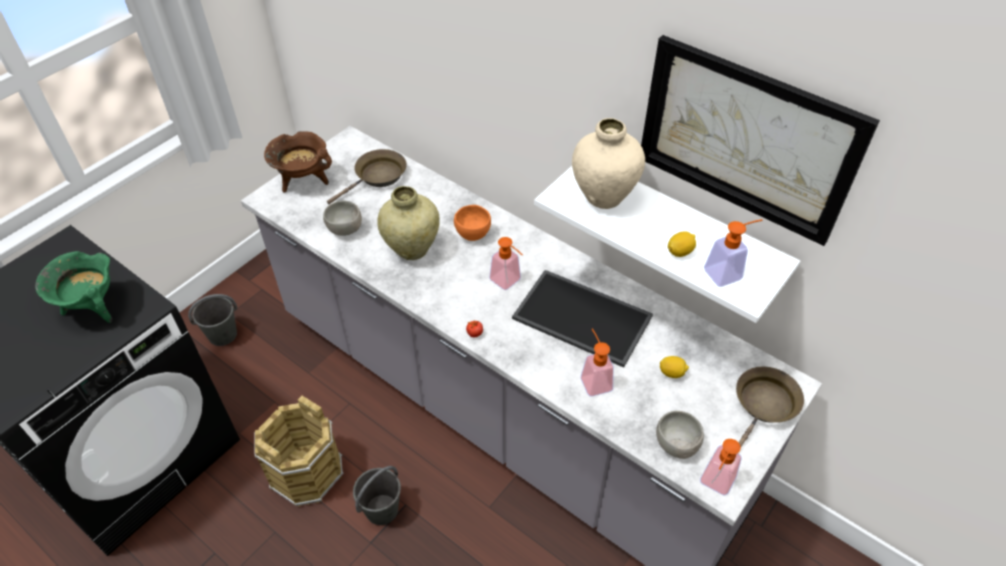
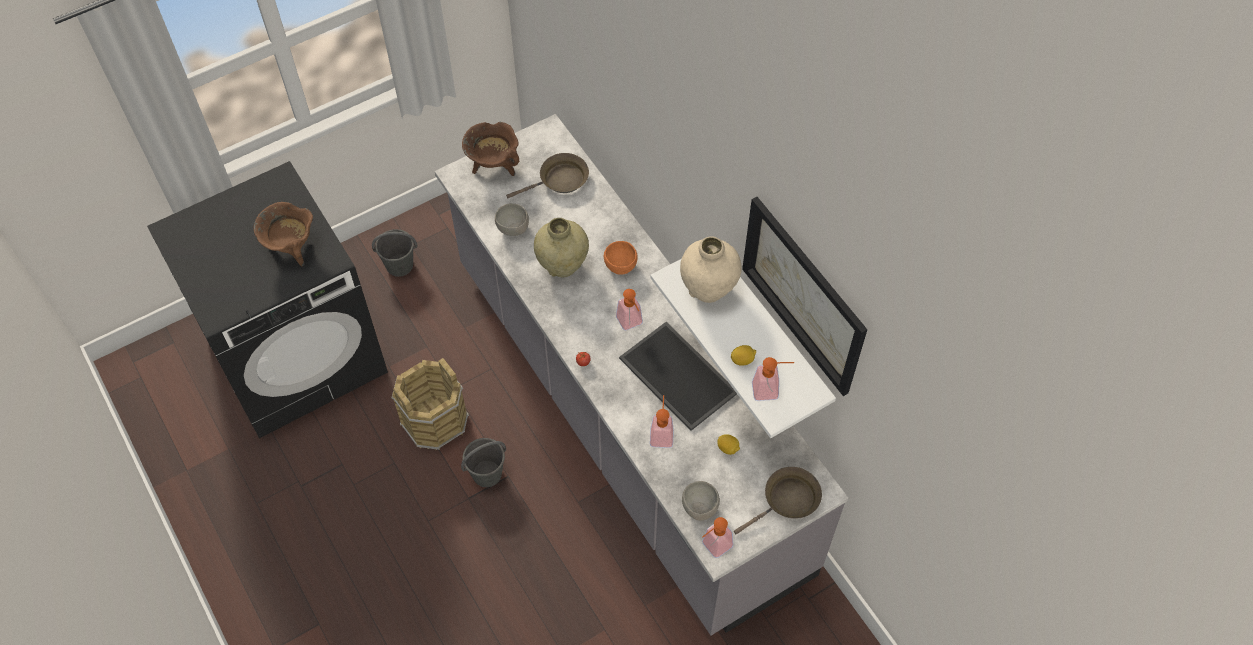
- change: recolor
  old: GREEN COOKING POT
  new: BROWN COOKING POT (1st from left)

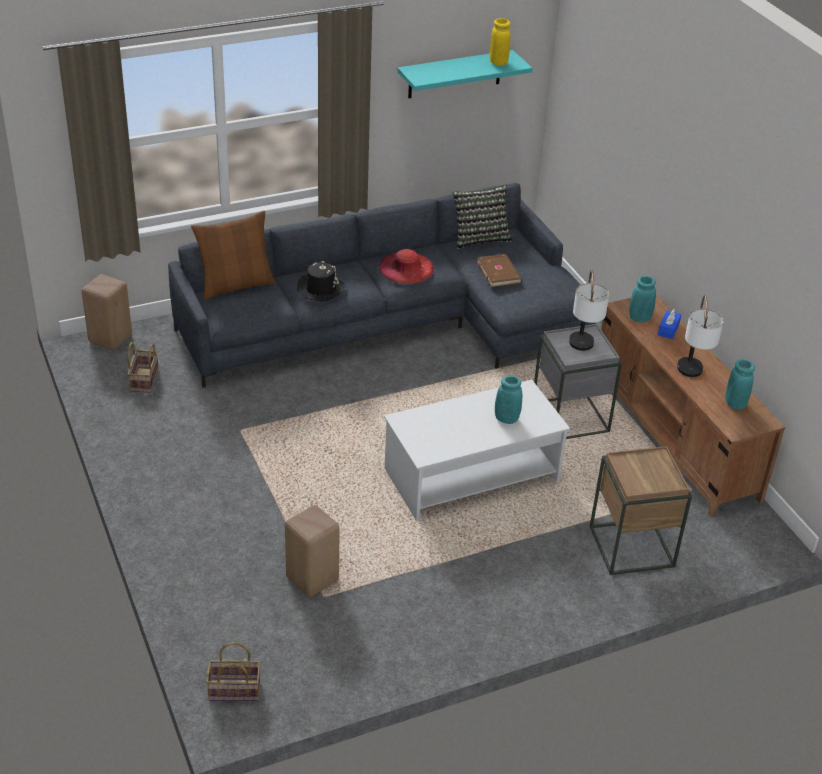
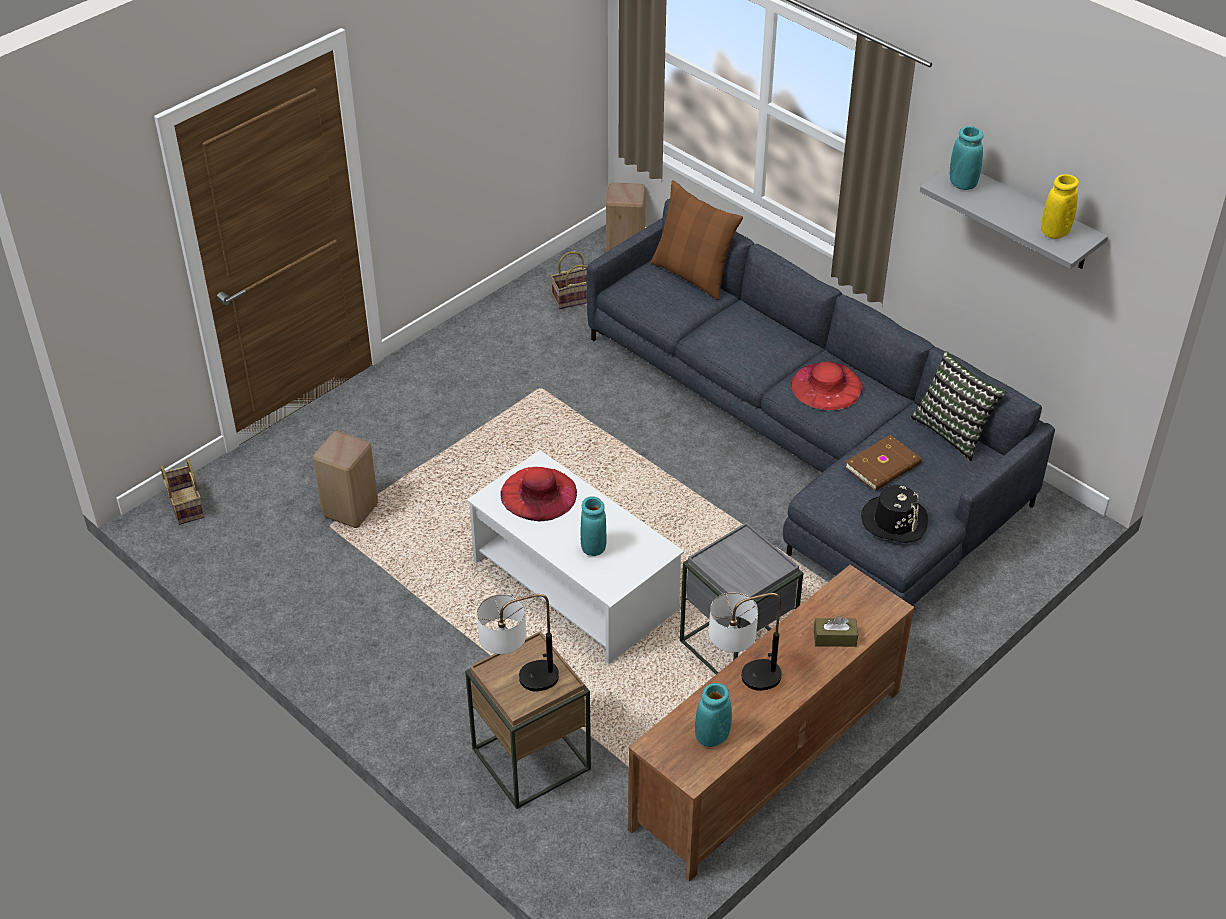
- change: recolor
  old: TURQUOISE SHELF
  new: GREY SHELF
- change: move
  old: BLACK HAT
- change: move
  old: TABLE LAMP (1st from left)
- change: move
  old: TURQUOISE VASE (2nd from left in the first image)
  new: TURQUOISE VASE (3rd from left)
- change: recolor
  old: BLUE TISSUE BOX
  new: BROWN TISSUE BOX
- change: insert
  new: RED HAT (1st from left)

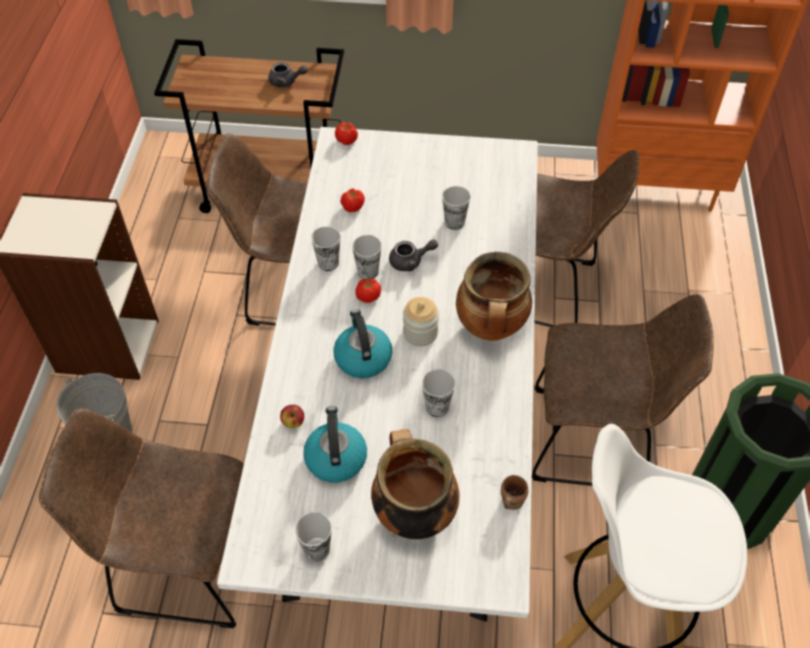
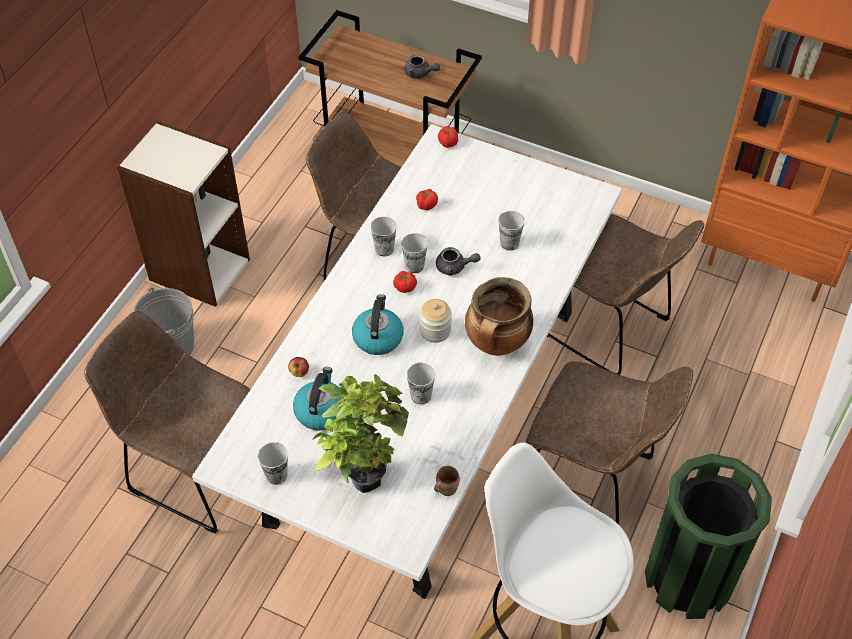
- change: replace
  old: COOKING POT (1st from left)
  new: POTTED PLANT

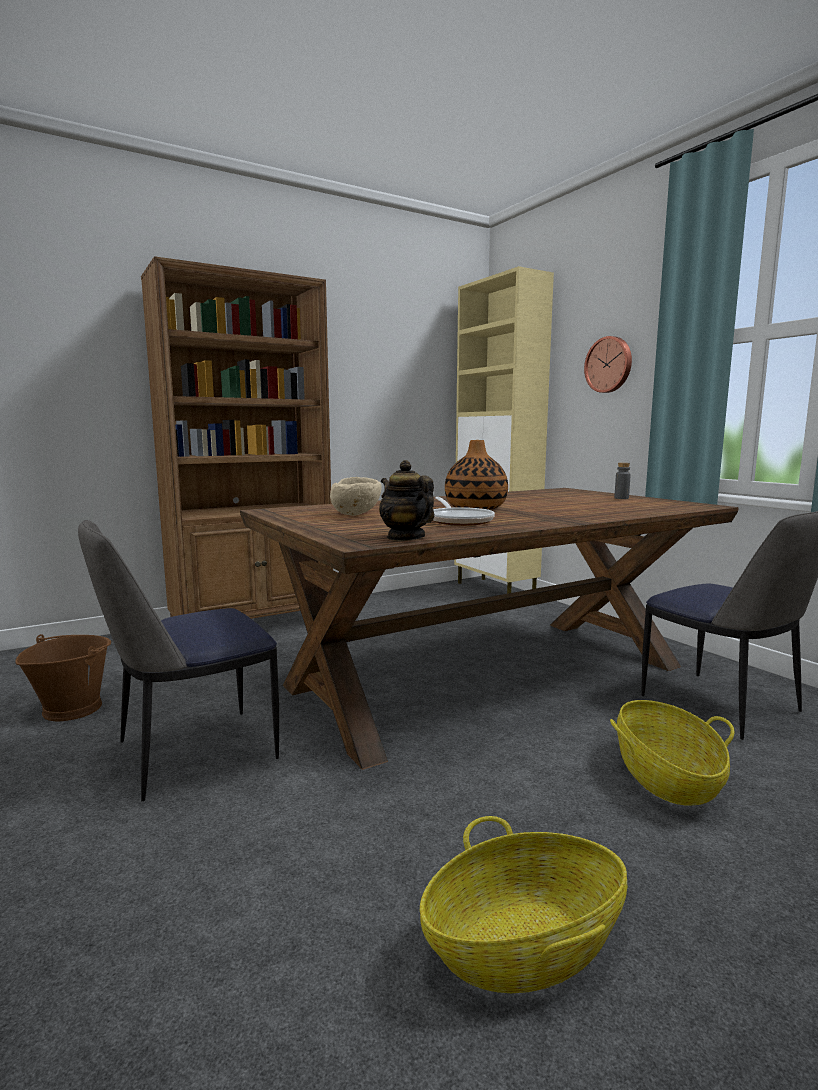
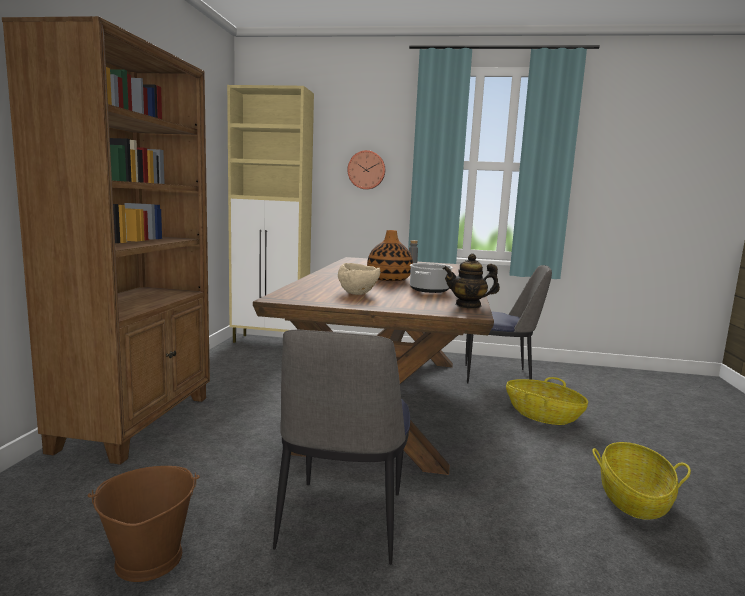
- change: replace
  old: FRYING PAN
  new: COOKING POT

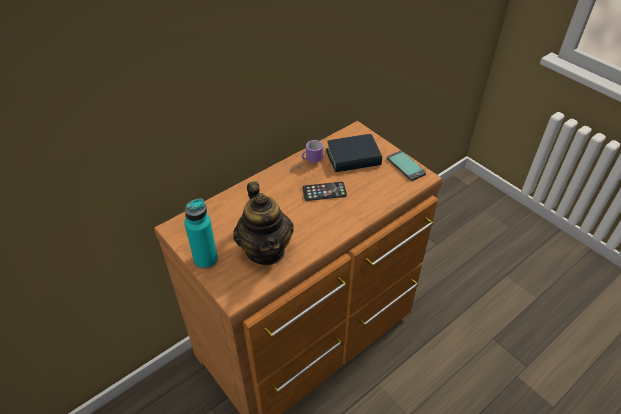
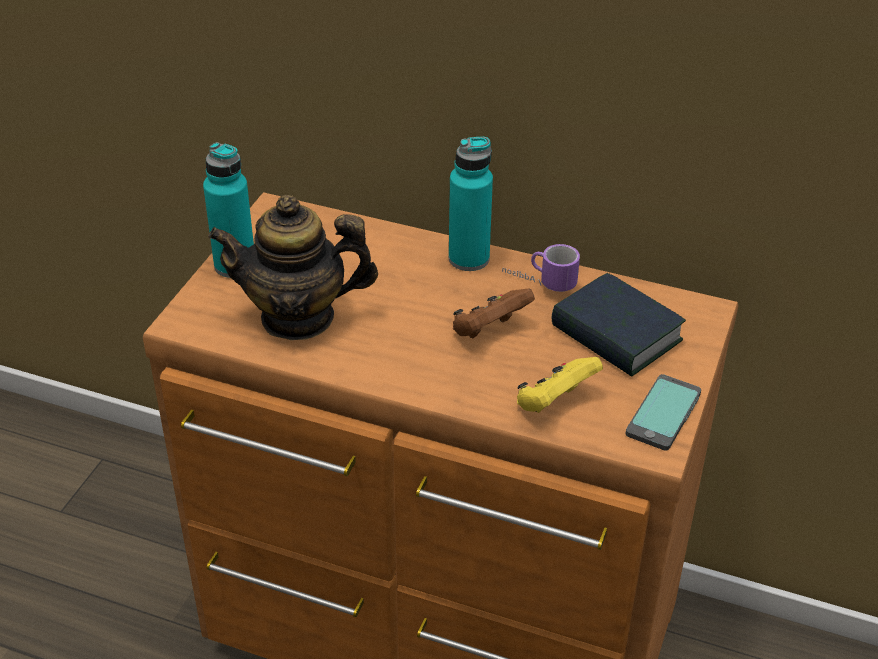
- change: rotate
  old: TEAPOT
  degrees: 45
- change: replace
  old: PHONE (1st from left)
  new: BROWN GAME CONTROLLER
- change: insert
  new: TURQUOISE BOTTLE (2nd from left)
- change: insert
  new: YELLOW GAME CONTROLLER

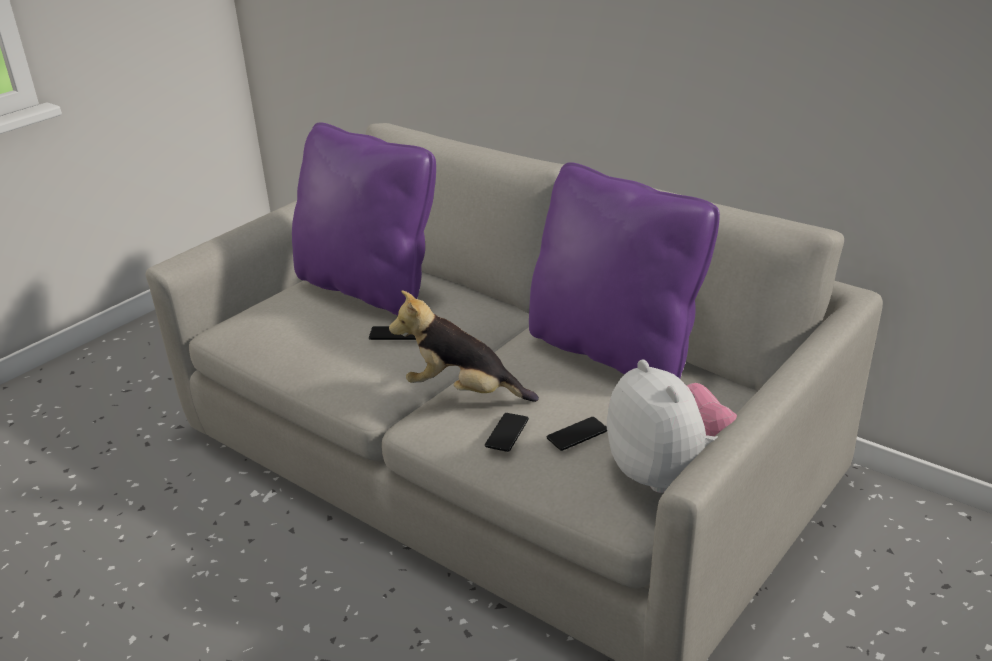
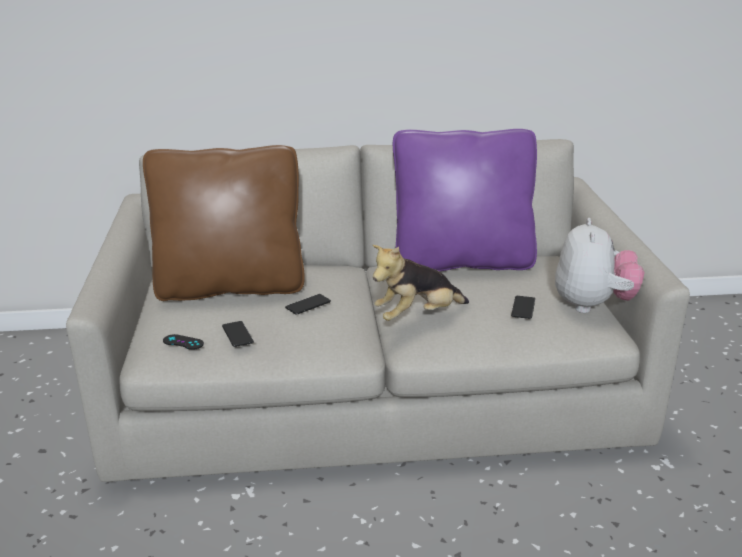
- change: recolor
  old: PURPLE PILLOW (1st from left)
  new: BROWN PILLOW
- change: rotate
  old: PLUSH TOY (2nd from left)
  degrees: 75
- change: move
  old: PHONE (2nd from left in the first image)
  new: PHONE (1st from left)
- change: insert
  new: BLACK GAME CONTROLLER

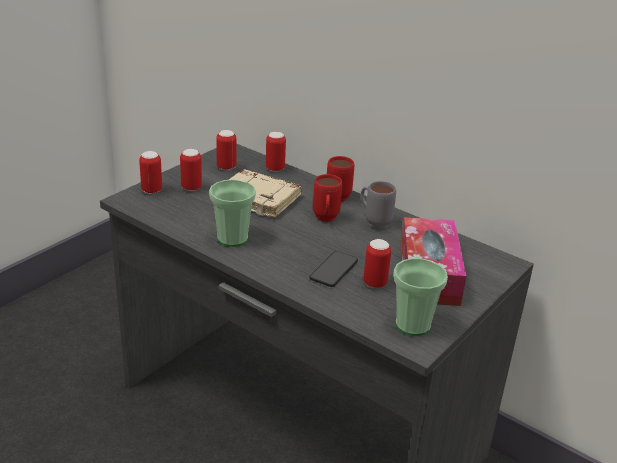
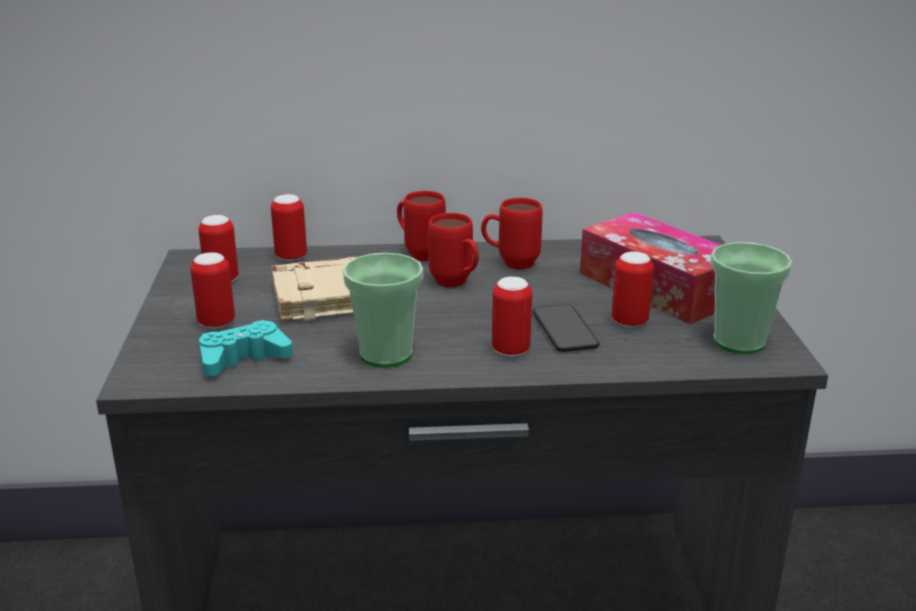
- change: move
  old: CAN (1st from left in the first image)
  new: CAN (4th from left)
- change: recolor
  old: GREY MUG
  new: RED MUG (3rd from left)
- change: insert
  new: TURQUOISE GAME CONTROLLER

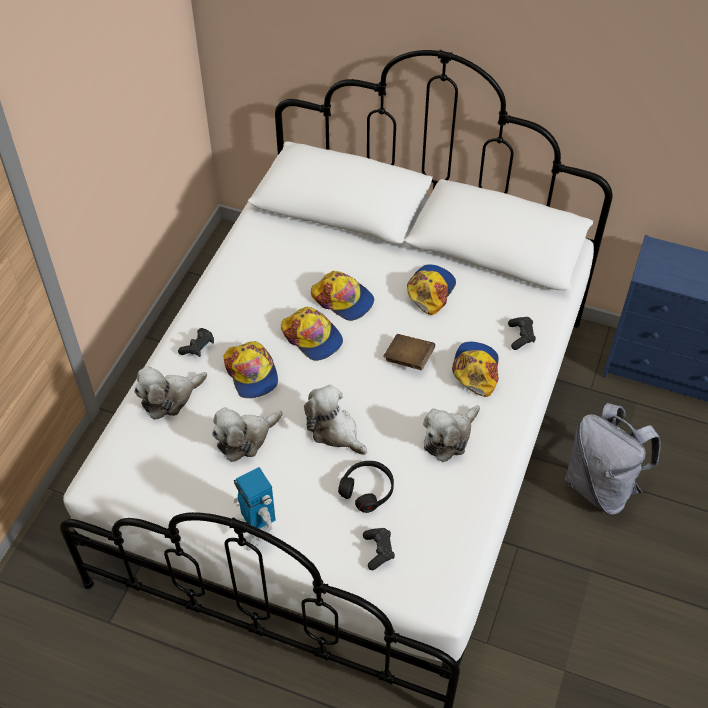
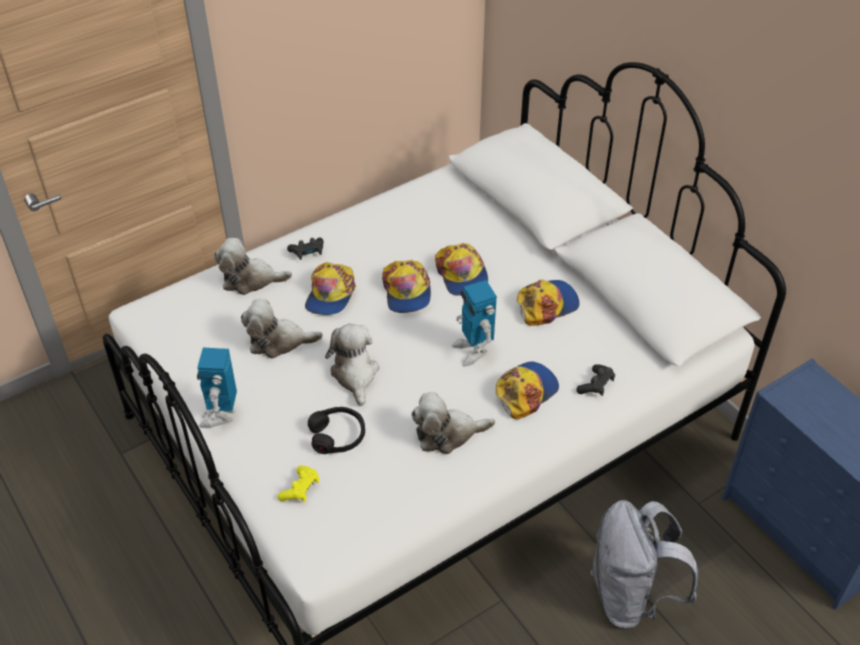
- change: replace
  old: BROWN BOOK
  new: TOY ROBOT (2nd from left)
- change: recolor
  old: BLACK GAME CONTROLLER (2nd from left)
  new: YELLOW GAME CONTROLLER

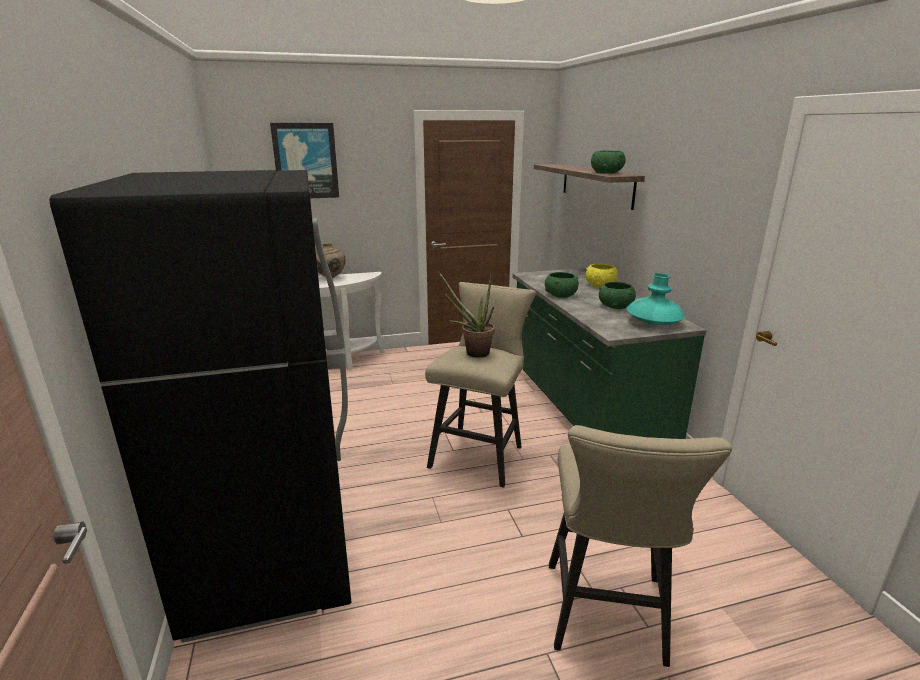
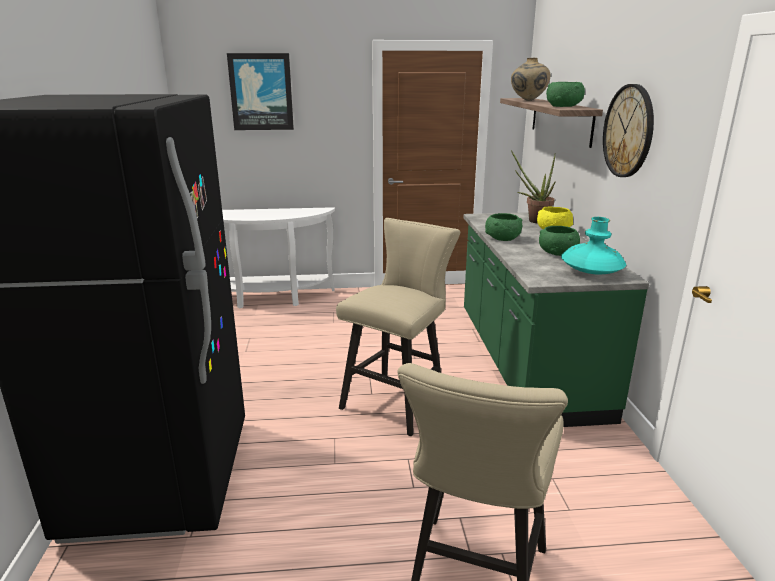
- change: move
  old: BEIGE VASE
- change: move
  old: POTTED PLANT
- change: insert
  new: WALL CLOCK

